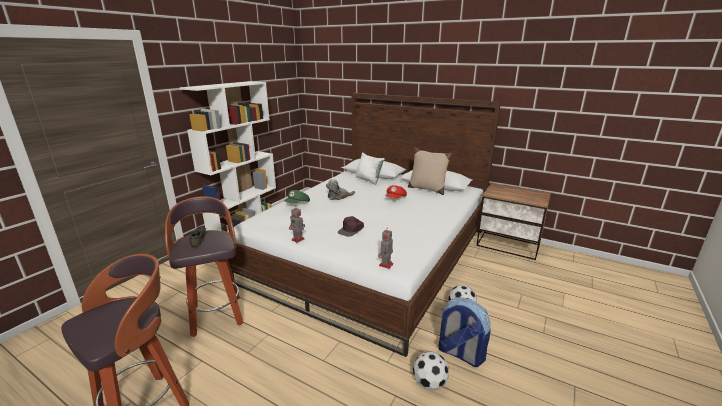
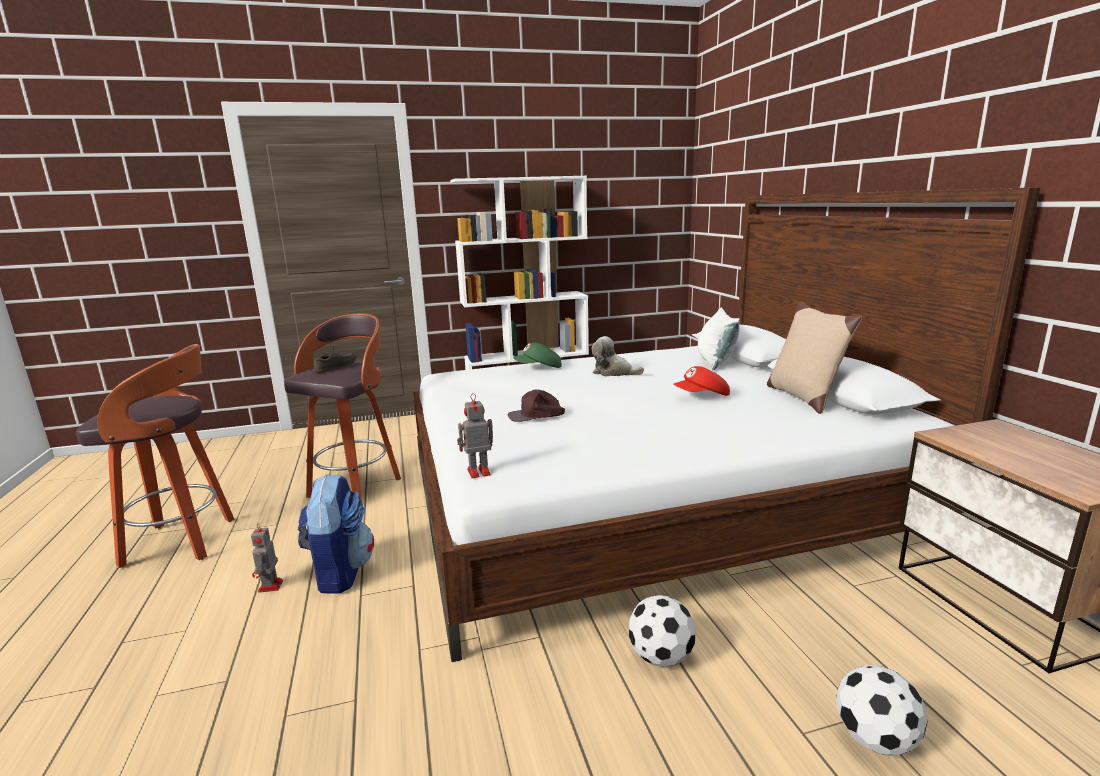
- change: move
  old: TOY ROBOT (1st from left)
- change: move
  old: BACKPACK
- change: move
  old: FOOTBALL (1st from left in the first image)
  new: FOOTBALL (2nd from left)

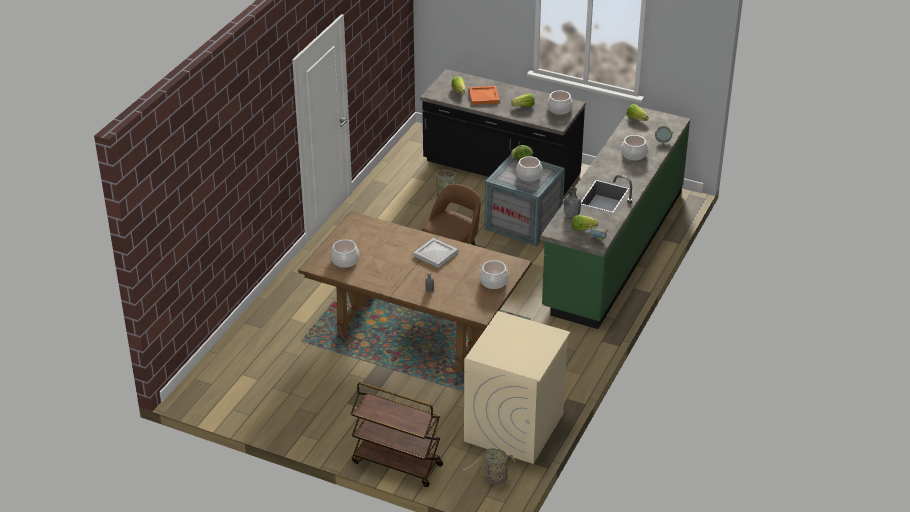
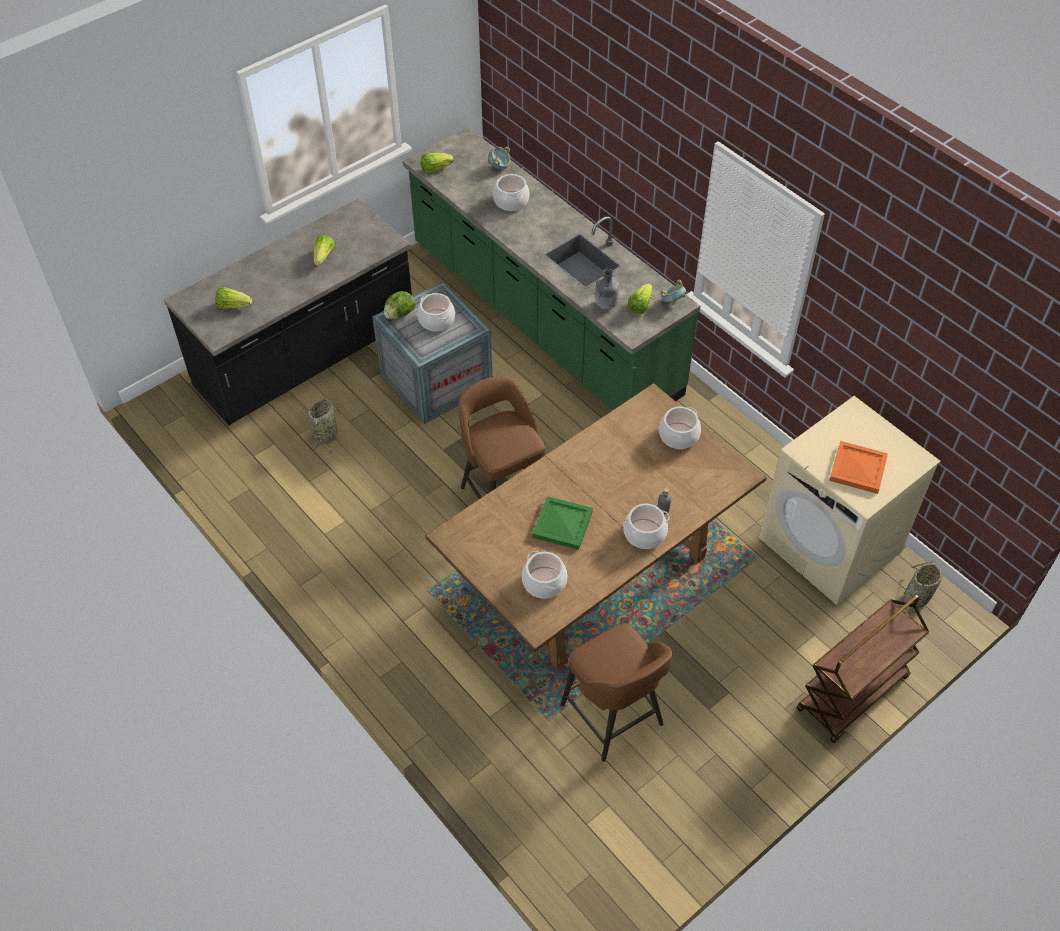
- change: move
  old: ORANGE TRAY
- change: move
  old: COOKING POT (4th from left)
- change: delete
  old: WHITE TRAY
- change: insert
  new: GREEN TRAY
- change: insert
  new: BROWN STOOL (2nd from left)

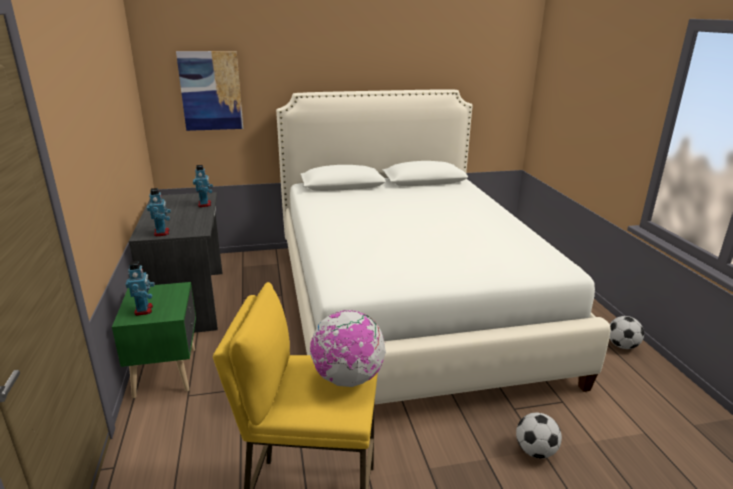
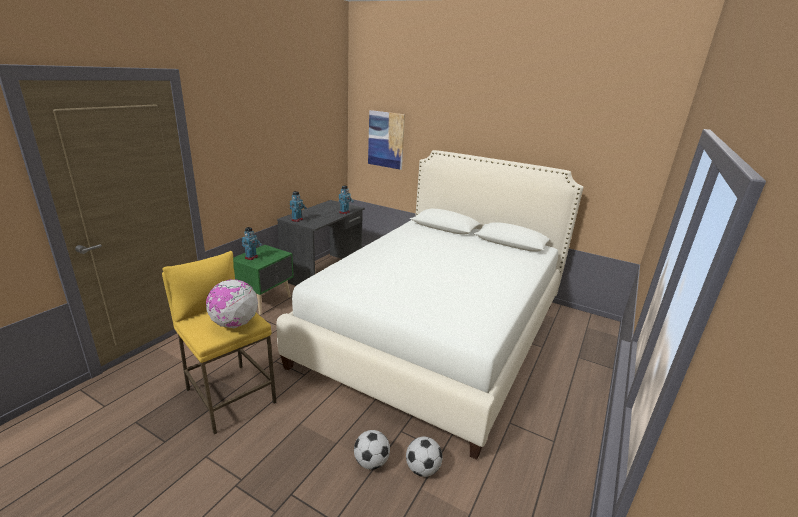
- change: move
  old: FOOTBALL (2nd from left)

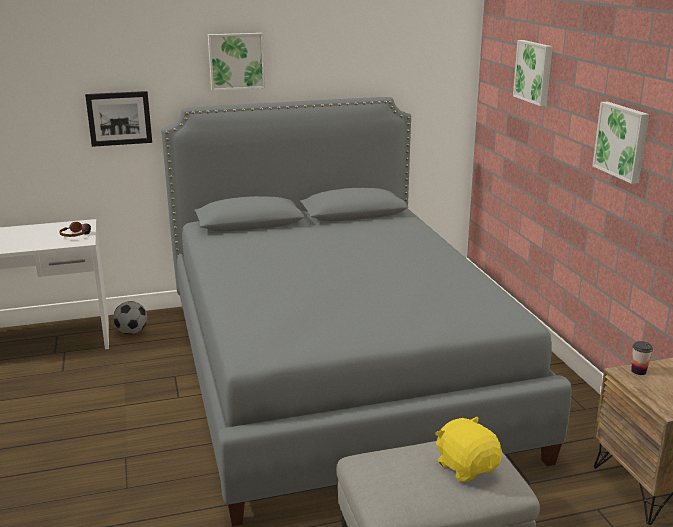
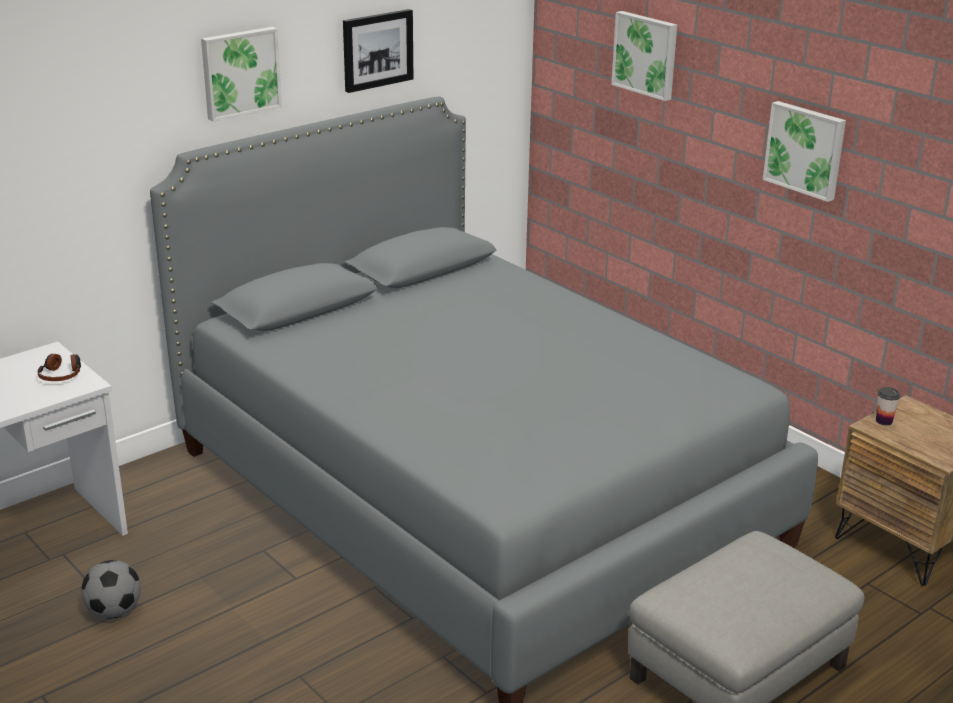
- change: move
  old: PICTURE (1st from left in the first image)
  new: PICTURE (2nd from left)
- change: move
  old: FOOTBALL
- change: delete
  old: YELLOW PLUSH TOY

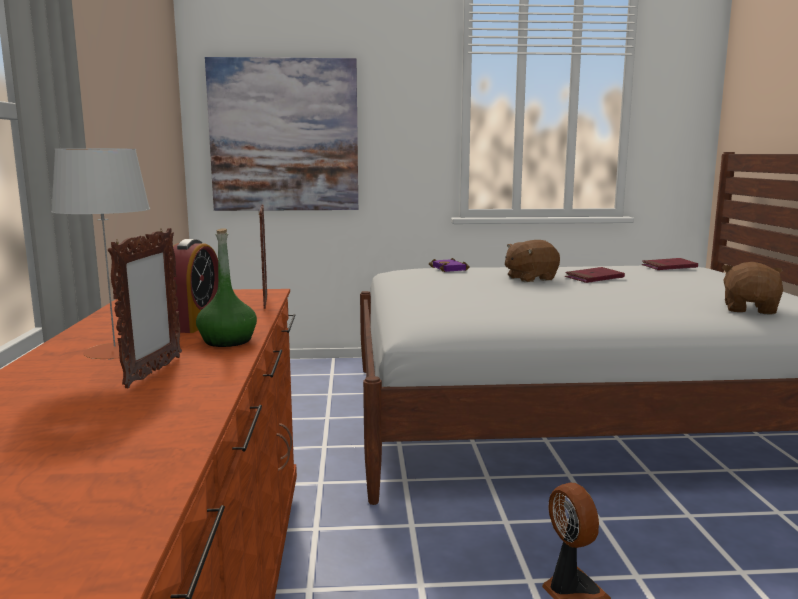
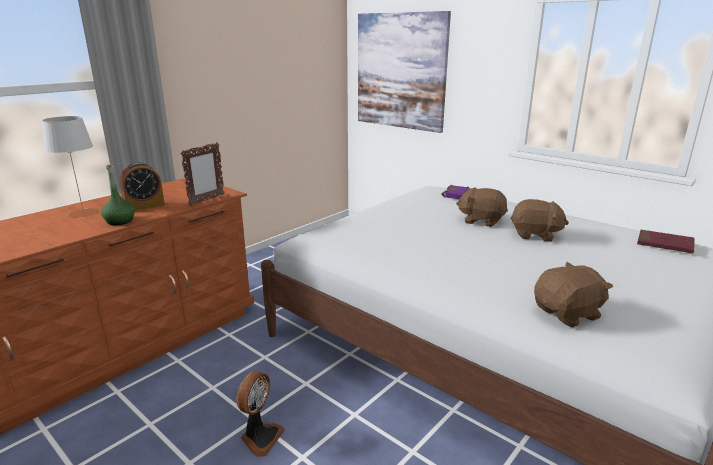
- change: delete
  old: PICTURE FRAME (1st from left)
- change: replace
  old: RED BOOK (1st from left)
  new: BROWN PLUSH TOY (2nd from left)

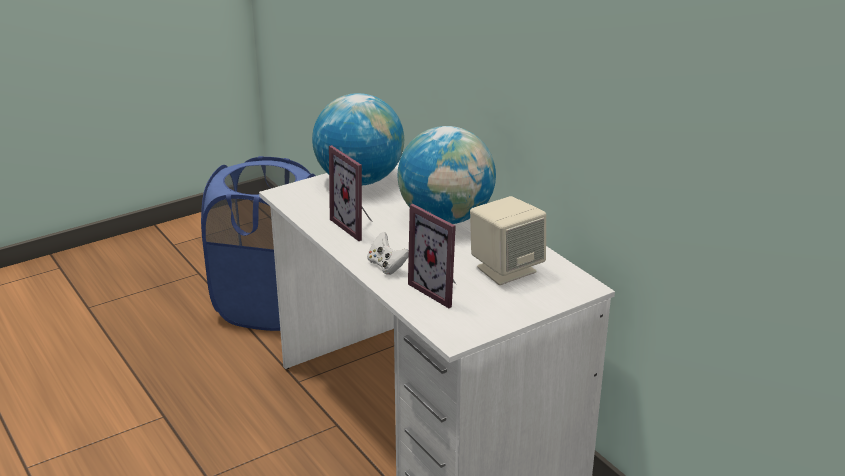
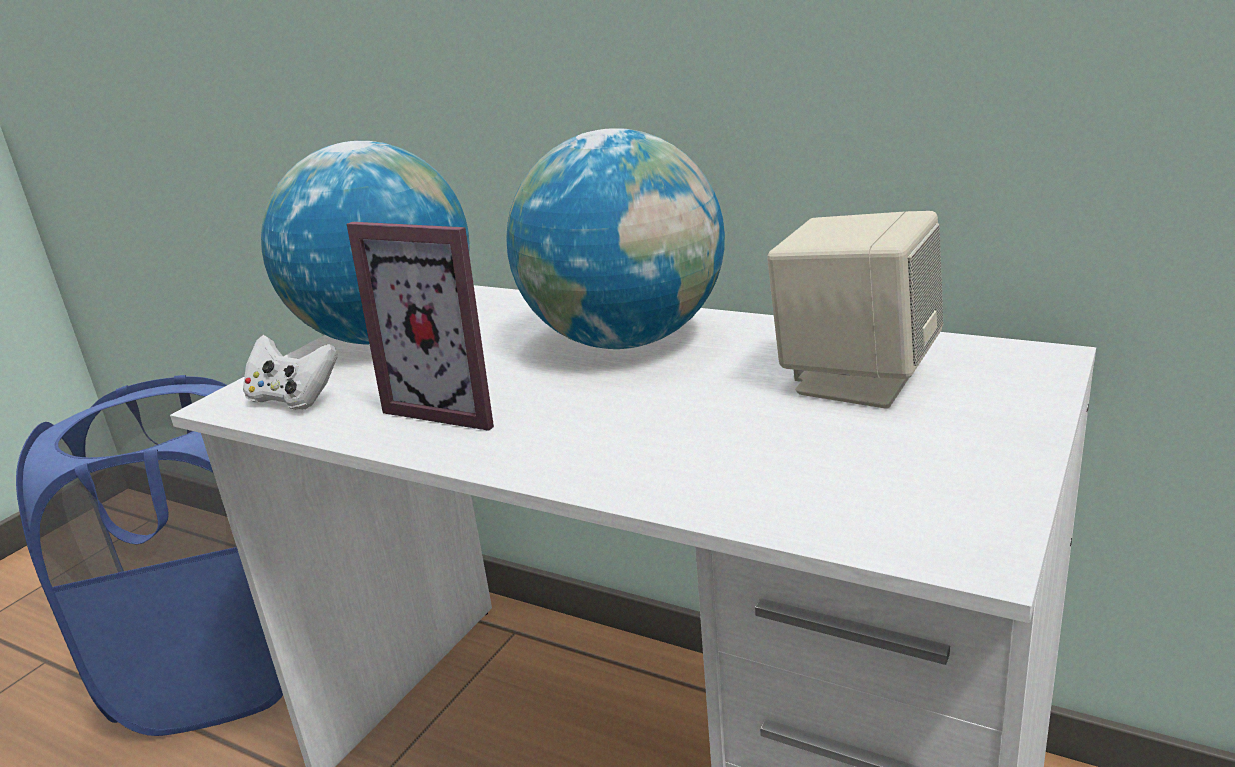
- change: delete
  old: PICTURE FRAME (2nd from left)
- change: move
  old: WHITE GAME CONTROLLER

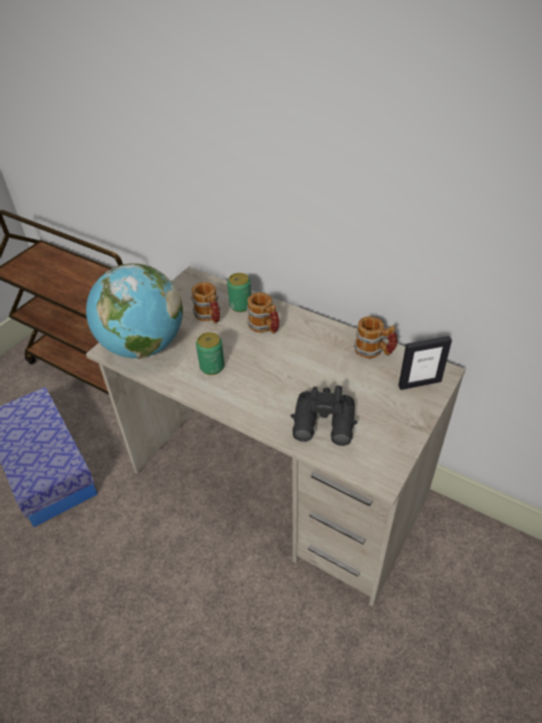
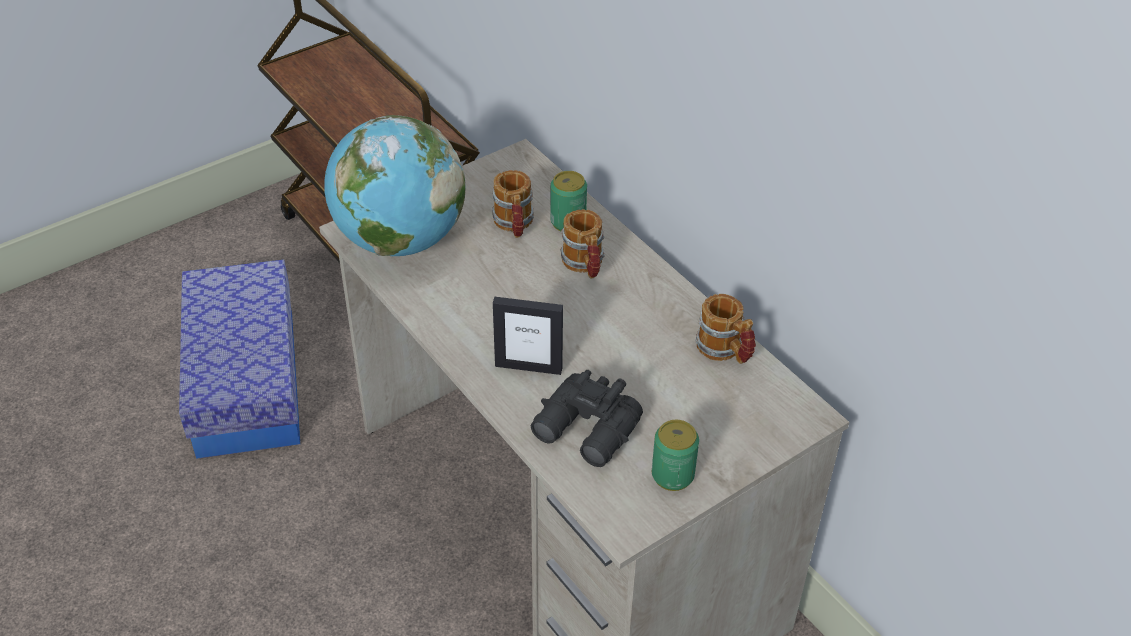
- change: move
  old: CAN (1st from left in the first image)
  new: CAN (2nd from left)
- change: move
  old: PICTURE FRAME

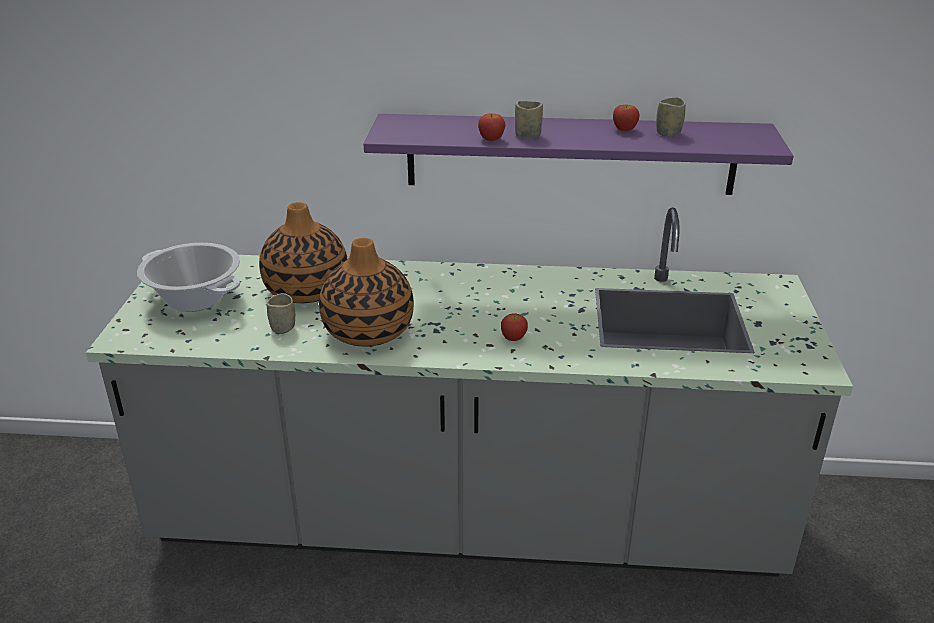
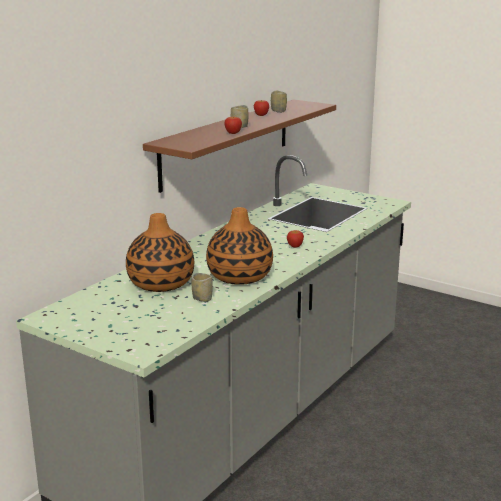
- change: recolor
  old: PURPLE SHELF
  new: BROWN SHELF
- change: delete
  old: COOKING POT

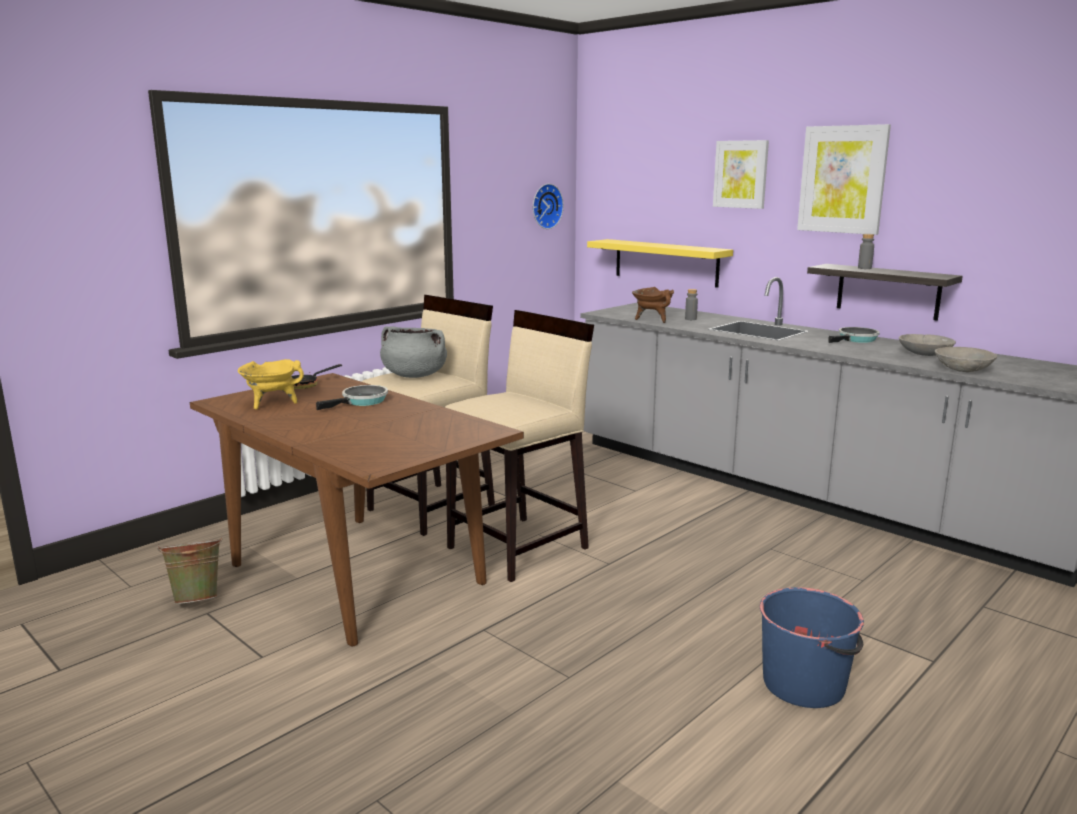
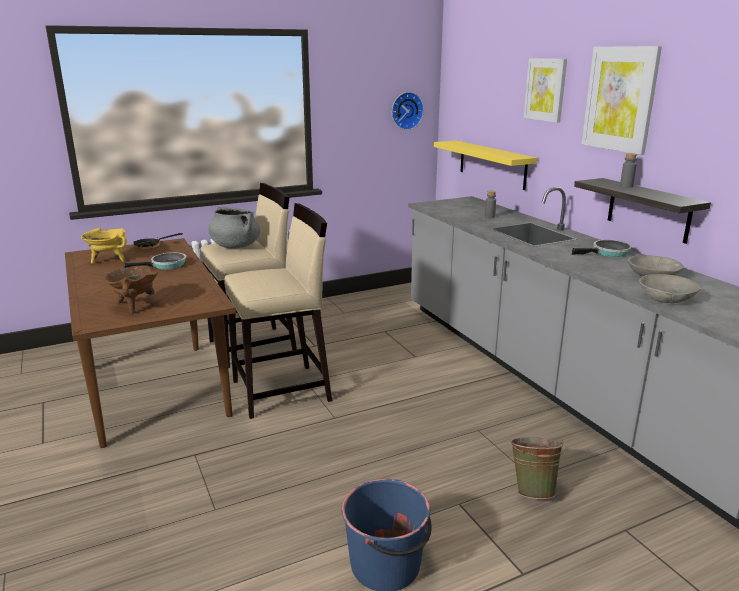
- change: move
  old: BROWN COOKING POT
- change: move
  old: GREEN BUCKET

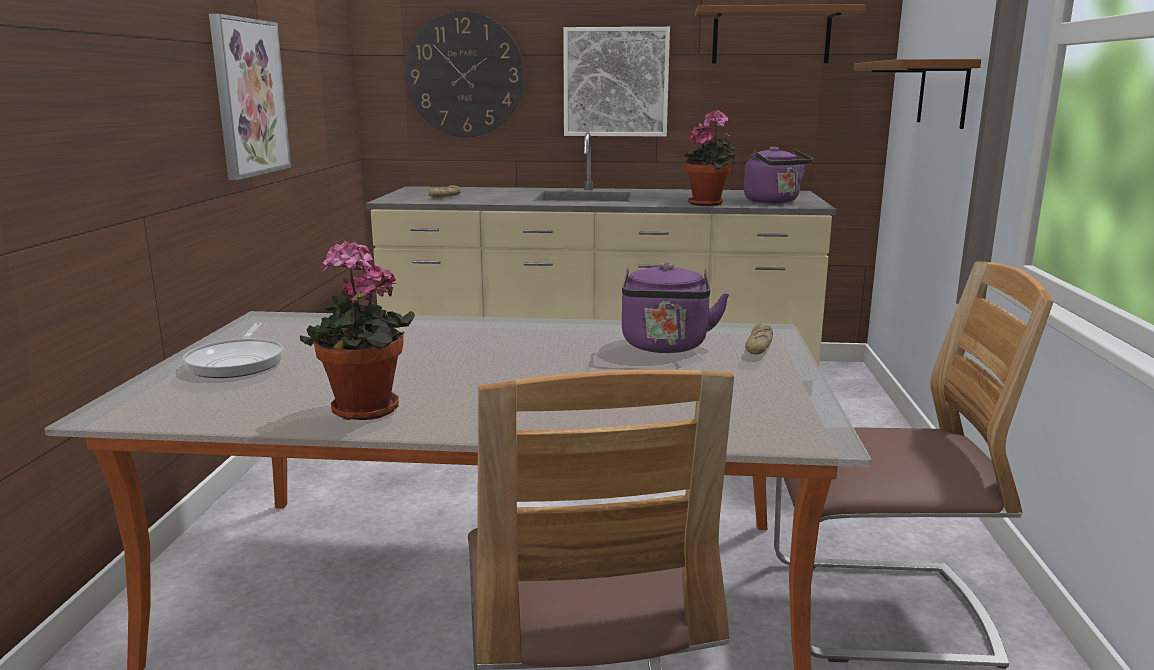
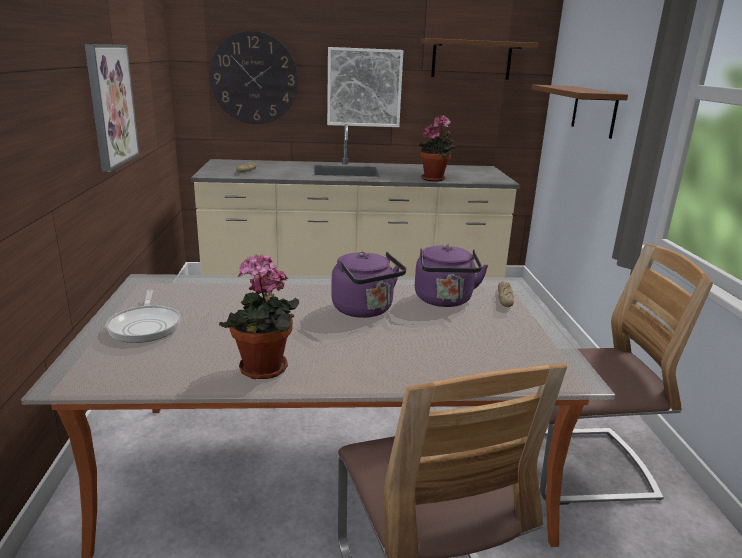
- change: move
  old: PURPLE KETTLE (2nd from left in the first image)
  new: PURPLE KETTLE (1st from left)

